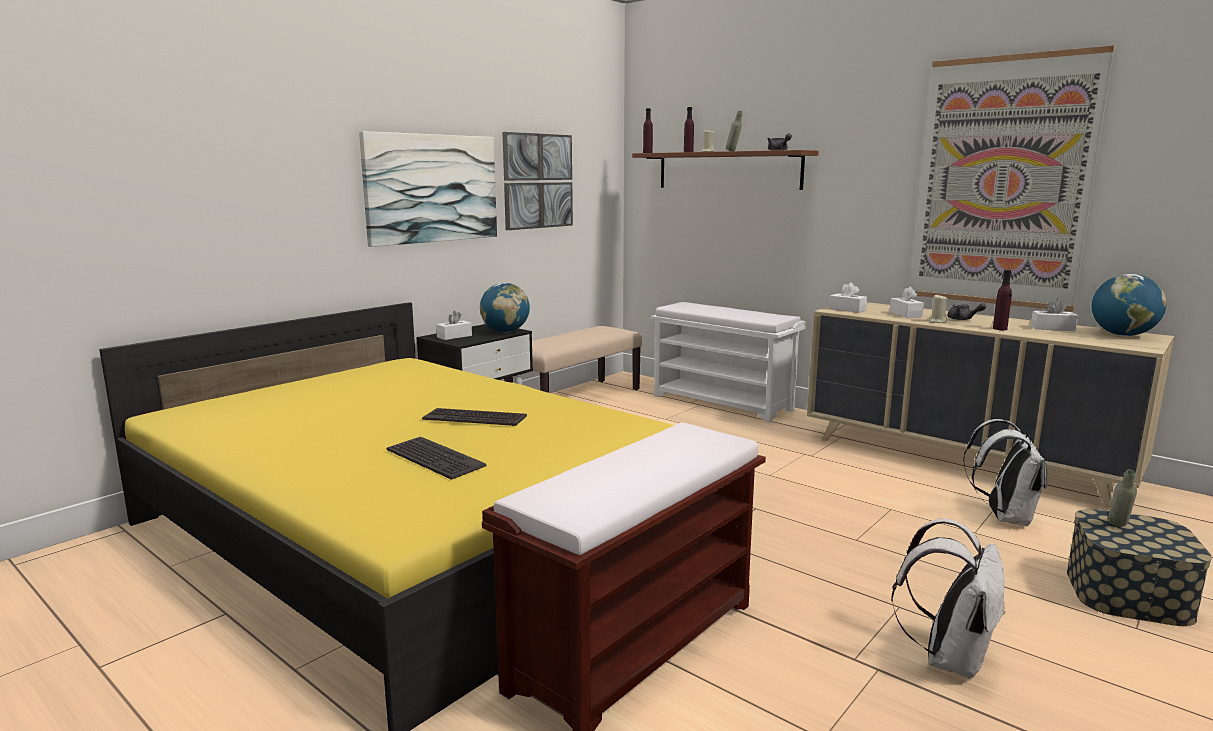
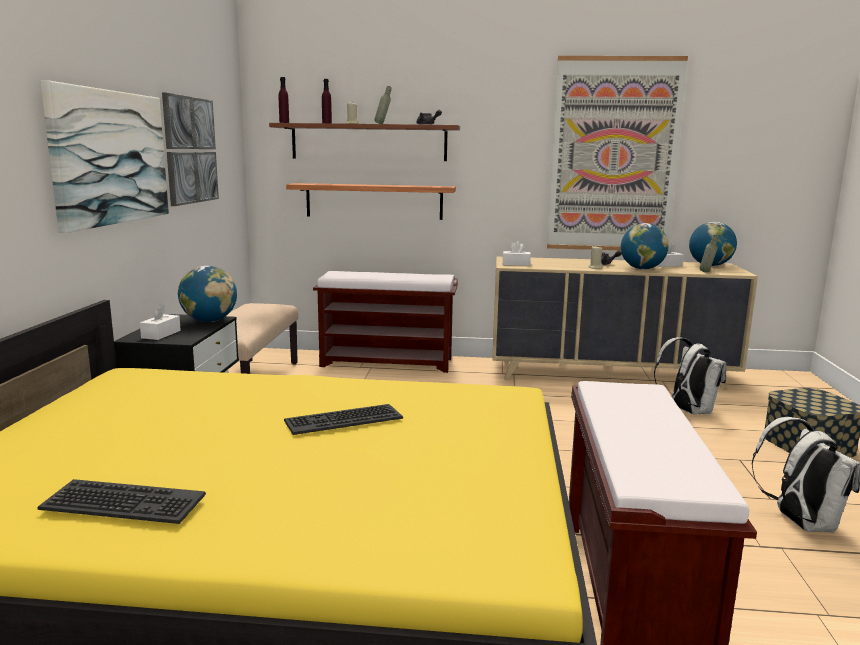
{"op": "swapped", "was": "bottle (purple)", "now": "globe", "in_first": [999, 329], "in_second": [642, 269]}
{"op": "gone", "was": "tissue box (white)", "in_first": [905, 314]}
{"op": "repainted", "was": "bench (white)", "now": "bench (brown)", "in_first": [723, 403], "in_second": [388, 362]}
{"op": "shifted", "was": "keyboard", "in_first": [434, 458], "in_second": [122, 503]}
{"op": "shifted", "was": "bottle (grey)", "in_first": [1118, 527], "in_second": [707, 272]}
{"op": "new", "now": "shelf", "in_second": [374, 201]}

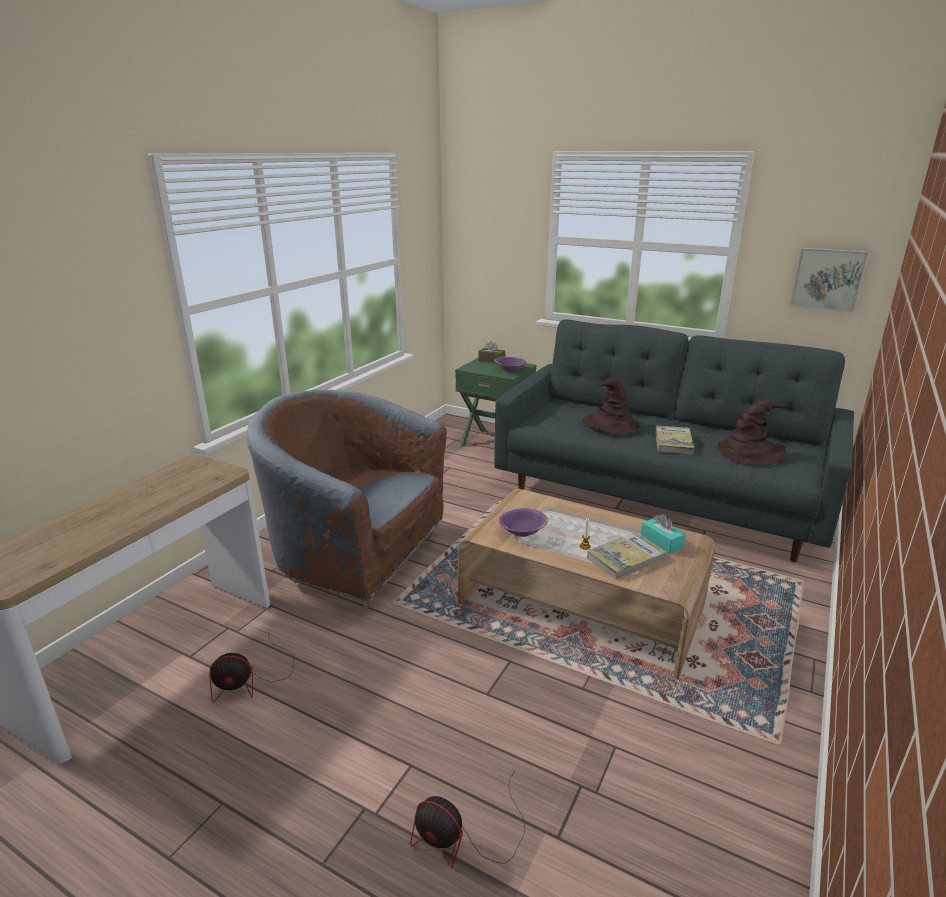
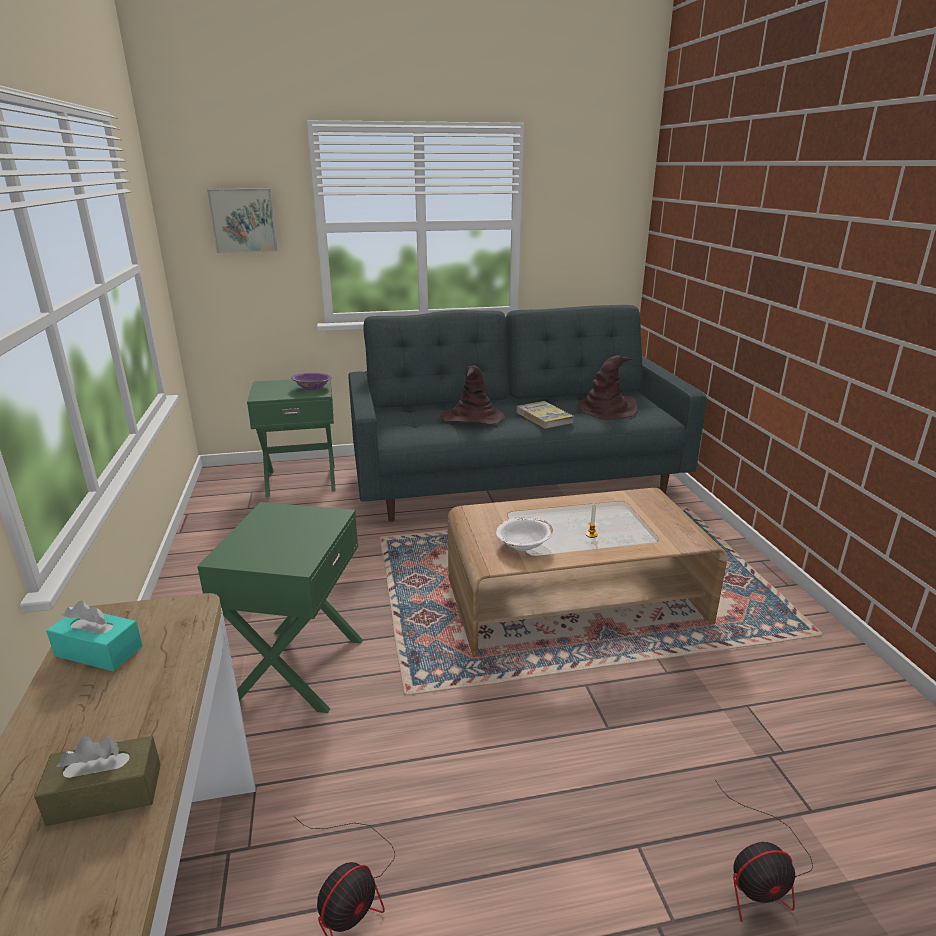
{"op": "shifted", "was": "picture", "in_first": [827, 279], "in_second": [243, 220]}
{"op": "shifted", "was": "tissue box (brown)", "in_first": [491, 360], "in_second": [106, 794]}
{"op": "swapped", "was": "armchair (brown)", "now": "side table (green)", "in_first": [356, 558], "in_second": [298, 668]}
{"op": "repainted", "was": "bowl (purple)", "now": "bowl (white)", "in_first": [522, 532], "in_second": [523, 545]}
{"op": "shifted", "was": "tissue box (turquoise)", "in_first": [661, 542], "in_second": [99, 651]}
{"op": "gone", "was": "book", "in_first": [626, 558]}

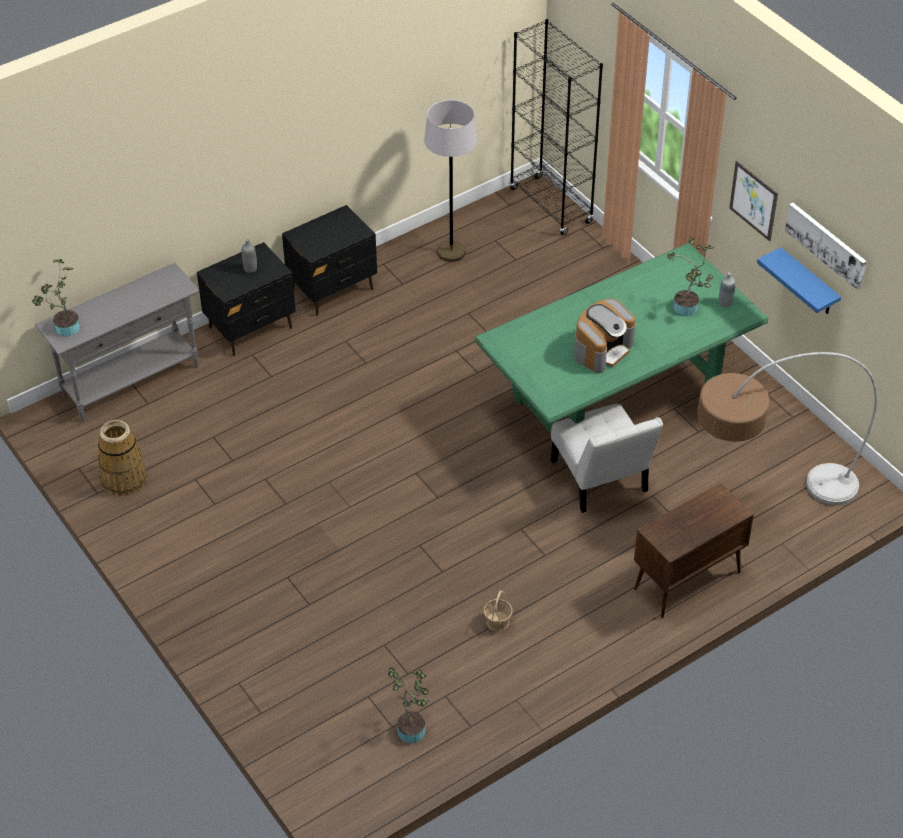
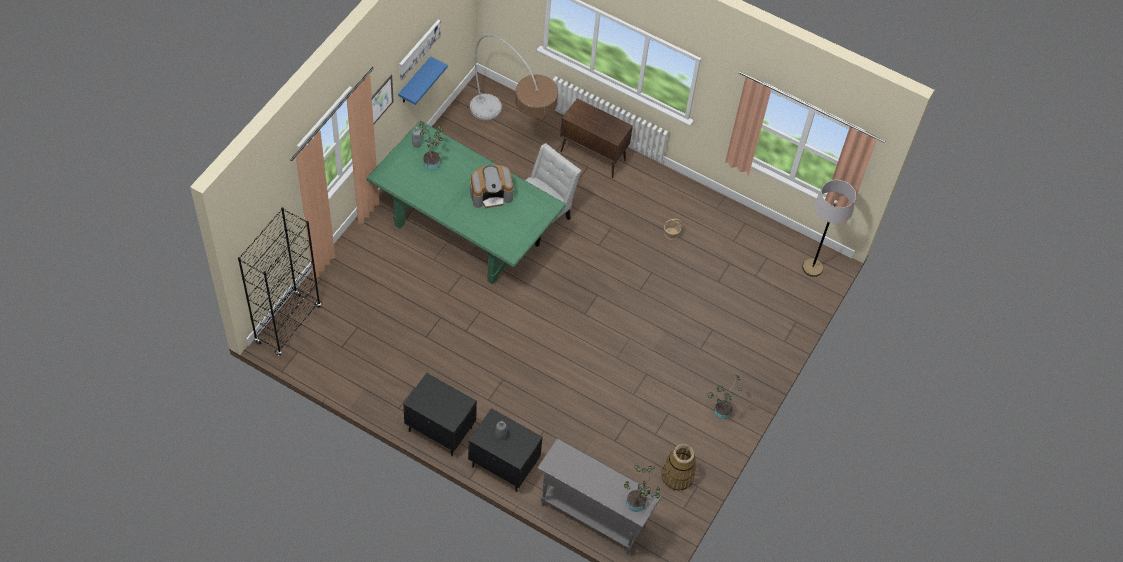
{"op": "shifted", "was": "floor lamp (grey)", "in_first": [451, 252], "in_second": [812, 268]}
{"op": "rotated", "was": "coffee machine", "in_first": [602, 349], "in_second": [491, 194], "clockwise": 150}
{"op": "shifted", "was": "potted plant", "in_first": [412, 728], "in_second": [720, 411]}

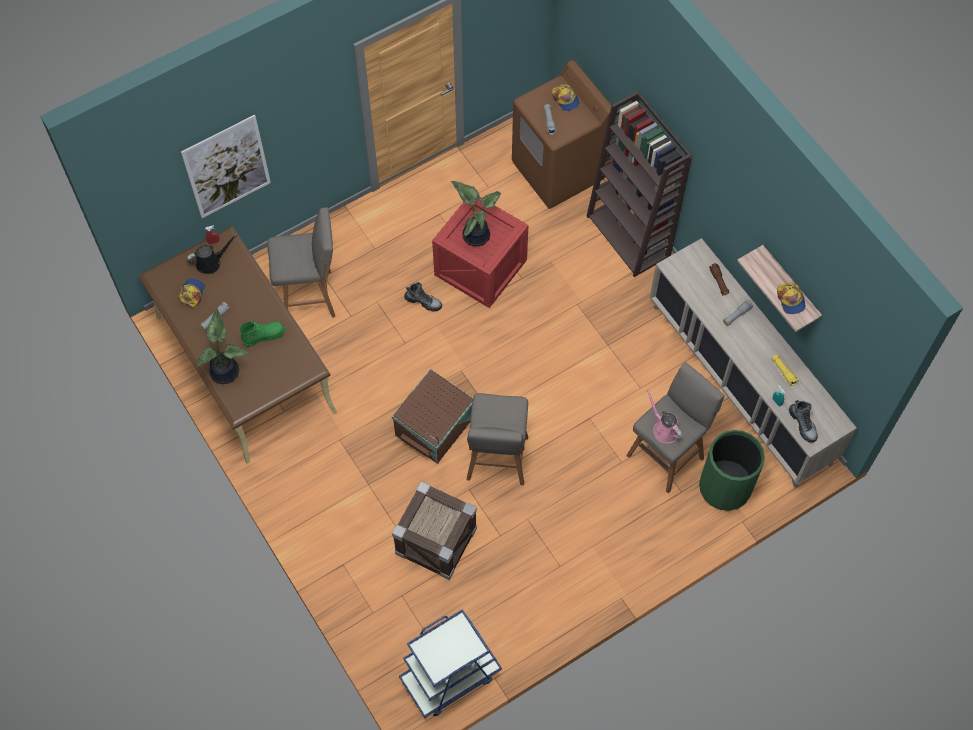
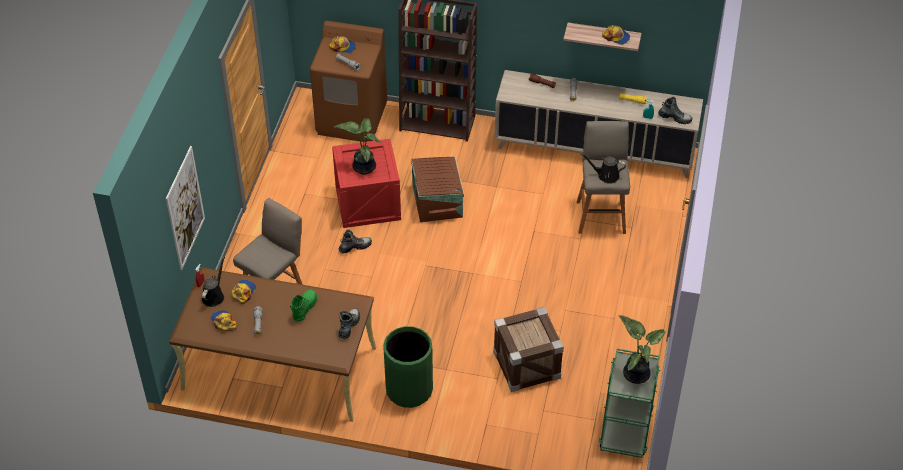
{"op": "shifted", "was": "potted plant", "in_first": [226, 371], "in_second": [636, 373]}
{"op": "shifted", "was": "storage box (brown)", "in_first": [436, 426], "in_second": [438, 201]}
{"op": "repainted", "was": "watering can (pink)", "now": "watering can (black)", "in_first": [664, 429], "in_second": [606, 175]}
{"op": "gone", "was": "stool (grey)", "in_first": [497, 461]}
{"op": "shifted", "was": "trash can (green)", "in_first": [724, 487], "in_second": [409, 389]}
{"op": "repainted", "was": "cart (blue)", "now": "cart (green)", "in_first": [450, 676], "in_second": [626, 427]}
{"op": "new", "now": "cap", "in_second": [243, 292]}
{"op": "new", "now": "boot", "in_second": [349, 326]}

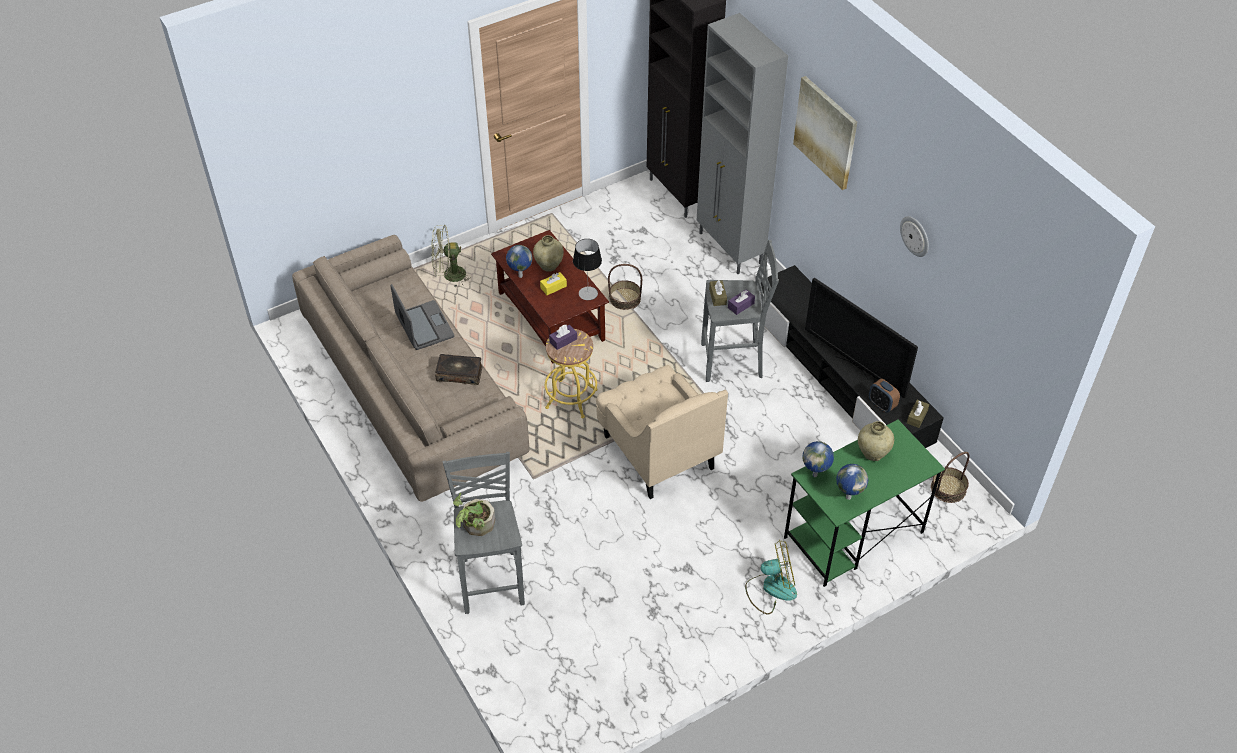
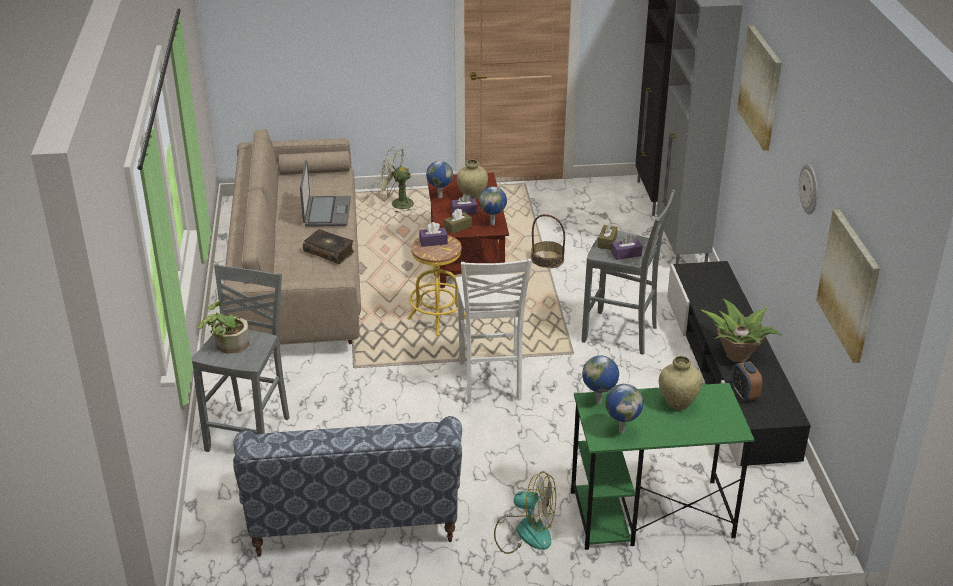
{"op": "swapped", "was": "table lamp", "now": "globe", "in_first": [588, 293], "in_second": [493, 223]}
{"op": "repainted", "was": "tissue box (yellow)", "now": "tissue box (purple)", "in_first": [553, 287], "in_second": [464, 211]}
{"op": "swapped", "was": "television", "now": "potted plant", "in_first": [855, 365], "in_second": [737, 354]}
{"op": "swapped", "was": "armchair (beige)", "now": "stool (white)", "in_first": [657, 451], "in_second": [491, 382]}
{"op": "shifted", "was": "tissue box (brown)", "in_first": [917, 417], "in_second": [458, 227]}
{"op": "gone", "was": "basket", "in_first": [948, 488]}
{"op": "new", "now": "picture", "in_second": [849, 285]}
{"op": "new", "now": "sofa", "in_second": [354, 518]}

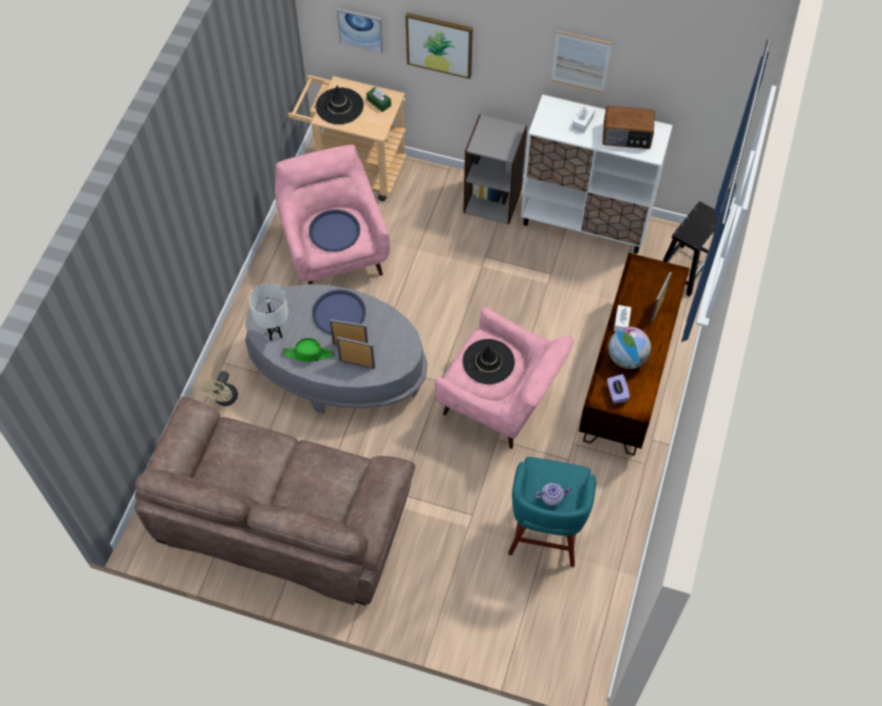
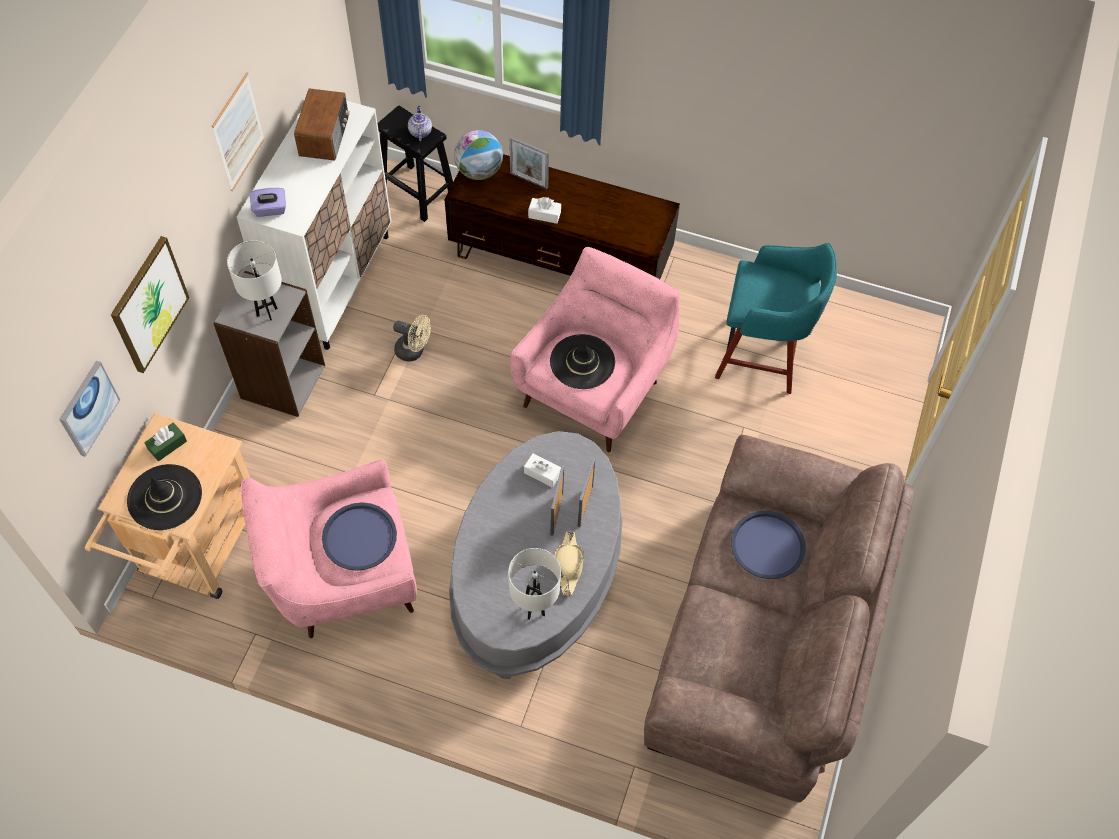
{"op": "shifted", "was": "tissue box (white)", "in_first": [583, 122], "in_second": [542, 473]}
{"op": "shifted", "was": "tray (blue)", "in_first": [339, 313], "in_second": [767, 545]}
{"op": "shifted", "was": "globe", "in_first": [626, 358], "in_second": [479, 171]}
{"op": "repainted", "was": "hat (green)", "now": "hat (beige)", "in_first": [309, 354], "in_second": [568, 565]}
{"op": "shifted", "was": "fan (beige)", "in_first": [224, 399], "in_second": [414, 351]}
{"op": "shifted", "was": "tissue box (purple)", "in_first": [616, 393], "in_second": [270, 209]}
{"op": "shifted", "was": "teapot", "in_first": [552, 497], "in_second": [420, 132]}
{"op": "new", "now": "table lamp (white)", "in_second": [267, 312]}

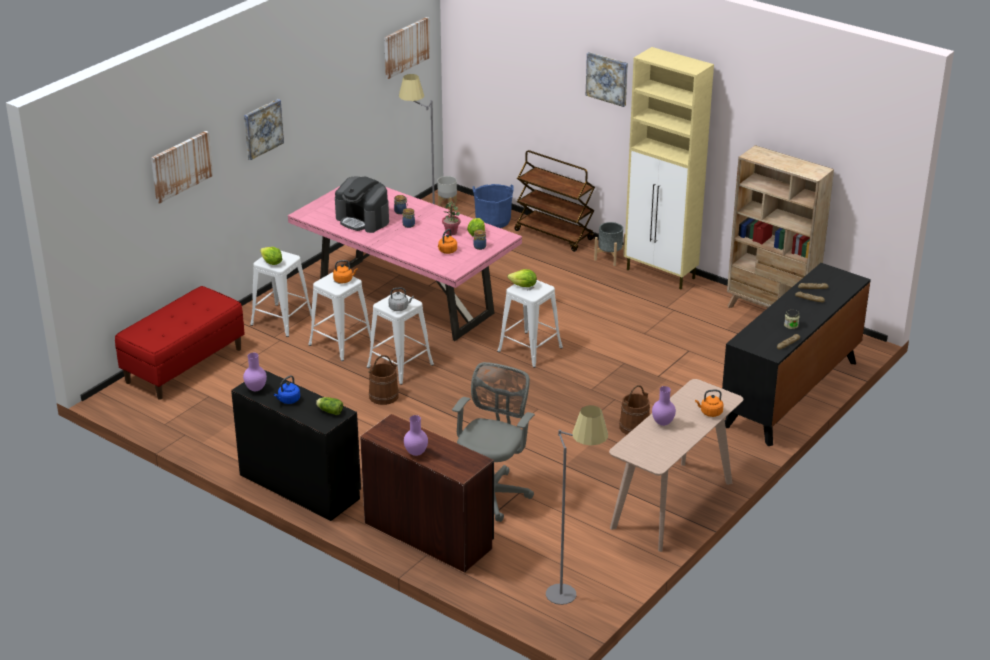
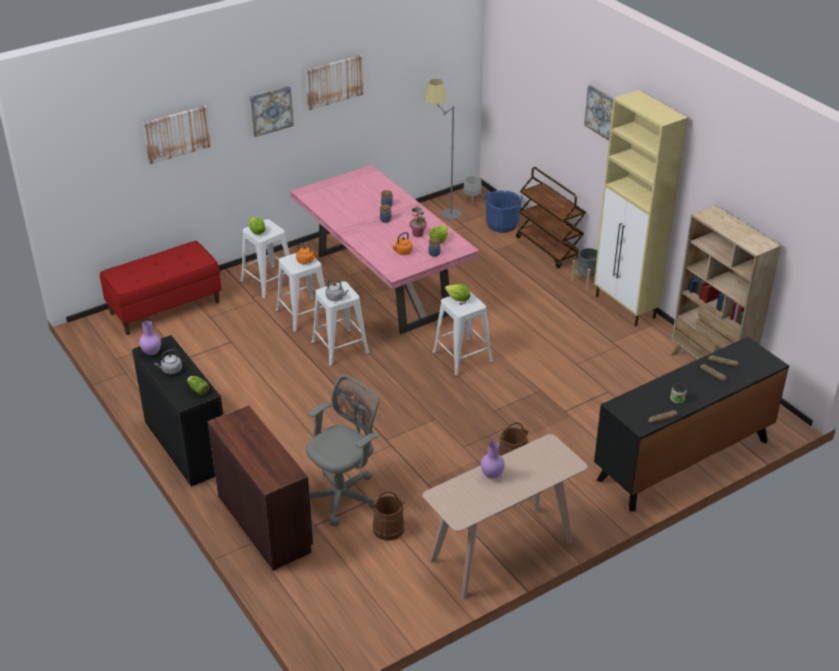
{"op": "shifted", "was": "picture", "in_first": [406, 47], "in_second": [334, 81]}
{"op": "gone", "was": "coffee machine", "in_first": [363, 220]}
{"op": "shifted", "was": "bucket (brown)", "in_first": [383, 396], "in_second": [388, 529]}
{"op": "repainted", "was": "kettle (blue)", "now": "kettle (grey)", "in_first": [288, 400], "in_second": [171, 370]}
{"op": "gone", "was": "kettle (orange)", "in_first": [710, 413]}
{"op": "gone", "was": "floor lamp (grey)", "in_first": [573, 589]}
{"op": "gone", "was": "vase (purple)", "in_first": [416, 453]}

